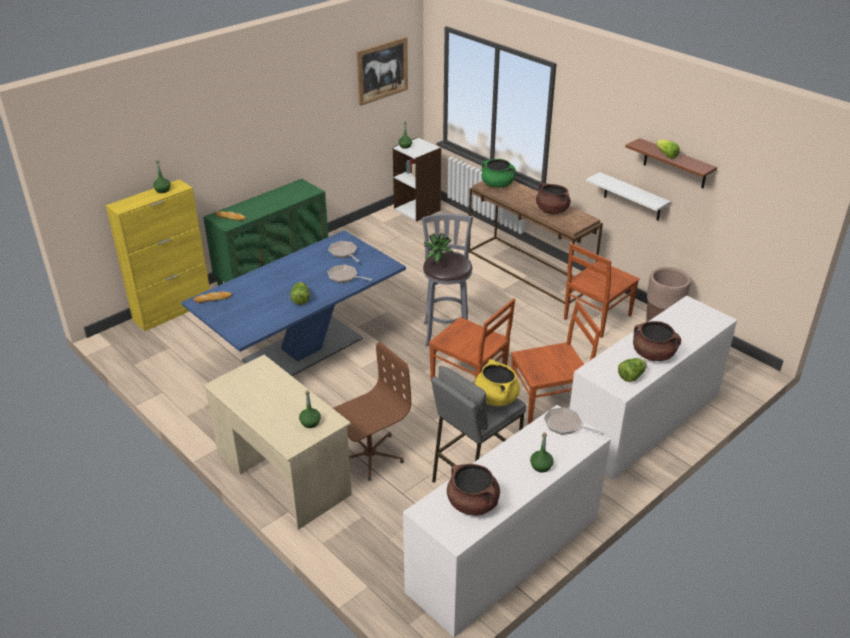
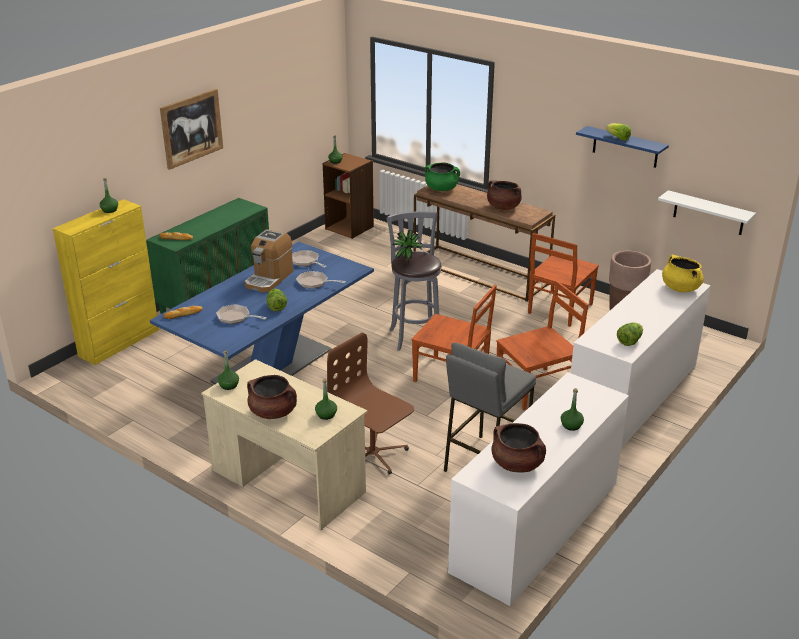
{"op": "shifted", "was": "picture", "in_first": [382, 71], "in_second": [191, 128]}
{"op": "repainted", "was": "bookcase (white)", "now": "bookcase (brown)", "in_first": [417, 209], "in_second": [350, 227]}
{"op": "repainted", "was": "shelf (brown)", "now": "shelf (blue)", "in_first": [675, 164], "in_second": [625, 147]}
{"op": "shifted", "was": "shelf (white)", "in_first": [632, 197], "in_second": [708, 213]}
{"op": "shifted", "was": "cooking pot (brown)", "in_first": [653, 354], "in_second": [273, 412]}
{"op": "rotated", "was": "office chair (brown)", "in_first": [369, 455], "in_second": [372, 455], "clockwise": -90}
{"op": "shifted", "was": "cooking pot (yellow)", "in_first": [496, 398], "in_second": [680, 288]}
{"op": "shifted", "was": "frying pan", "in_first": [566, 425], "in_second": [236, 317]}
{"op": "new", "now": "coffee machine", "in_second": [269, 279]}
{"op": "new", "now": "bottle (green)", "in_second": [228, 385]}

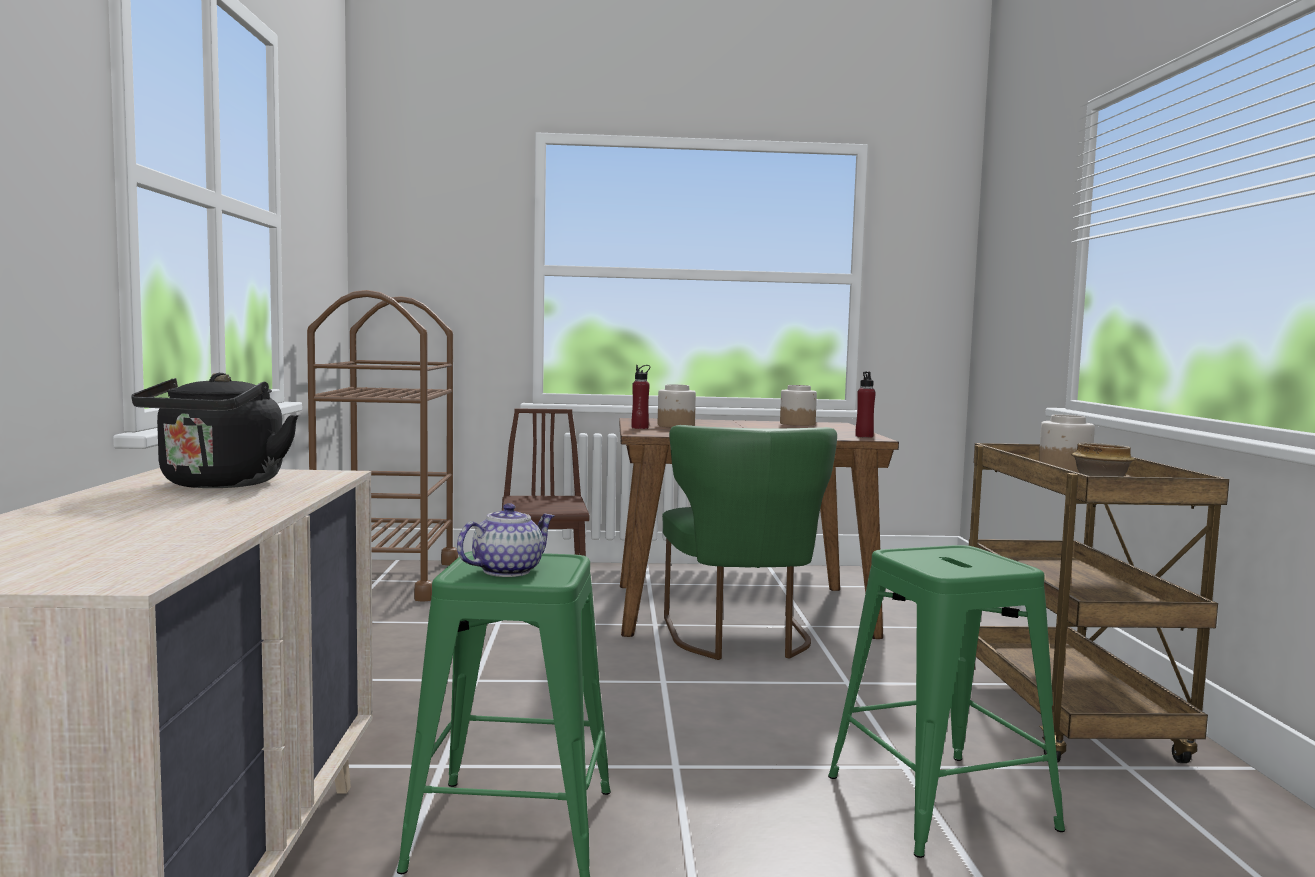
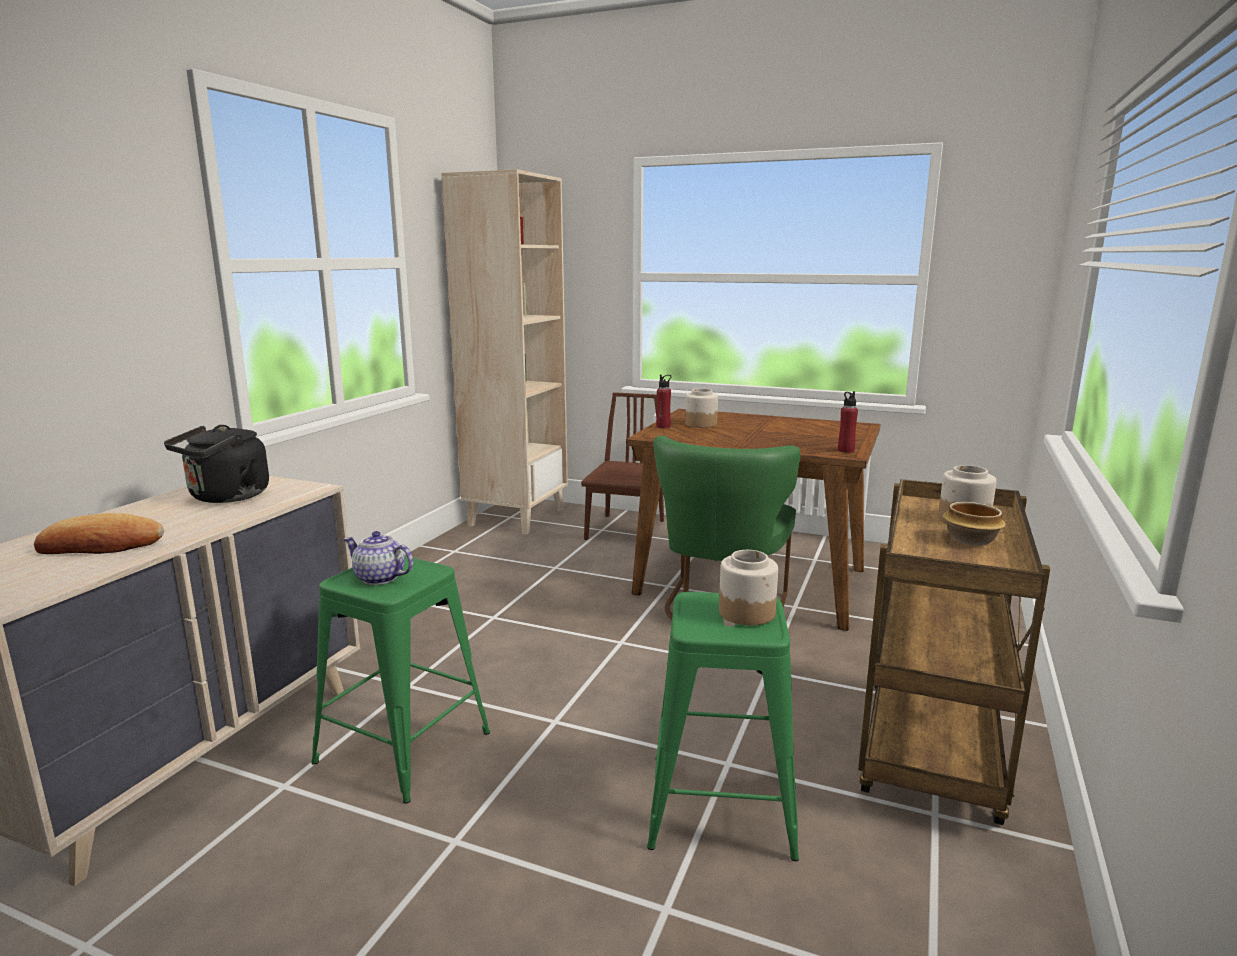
{"op": "swapped", "was": "cart (brown)", "now": "bookcase (beige)", "in_first": [386, 580], "in_second": [516, 517]}
{"op": "shifted", "was": "jar", "in_first": [797, 424], "in_second": [747, 612]}
{"op": "rotated", "was": "teapot", "in_first": [507, 571], "in_second": [379, 578], "clockwise": -135}
{"op": "new", "now": "bread", "in_second": [101, 546]}

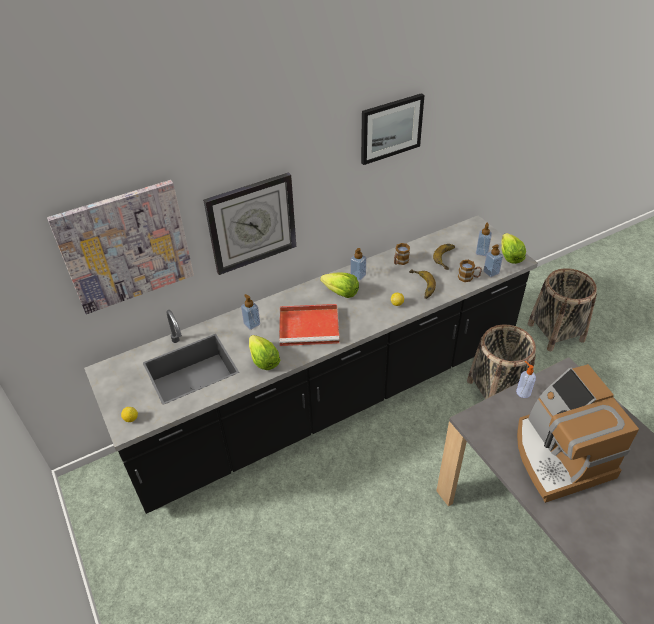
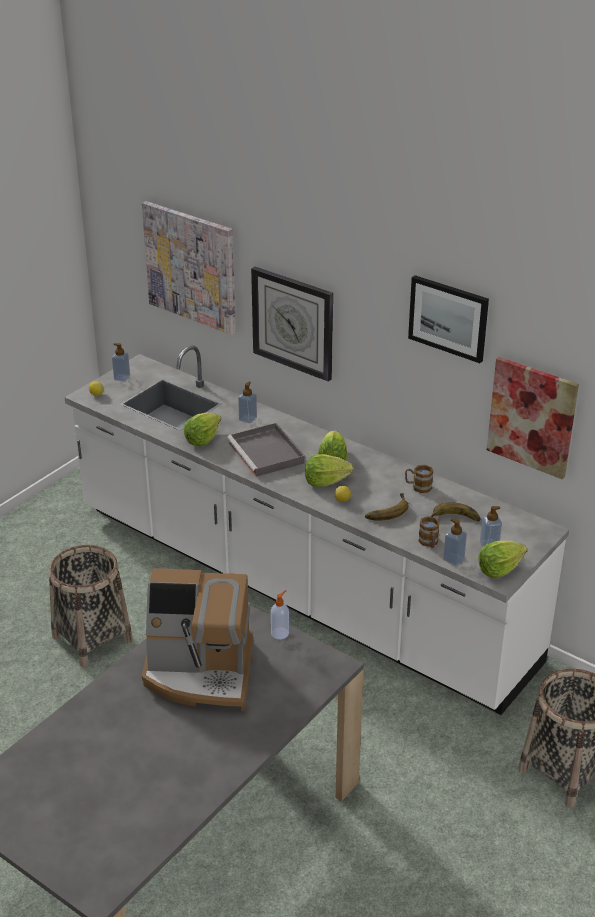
{"op": "repainted", "was": "counter (black)", "now": "counter (white)", "in_first": [329, 399], "in_second": [297, 586]}
{"op": "shifted", "was": "soap dispenser", "in_first": [358, 276], "in_second": [122, 378]}
{"op": "repainted", "was": "tray (red)", "now": "tray (grey)", "in_first": [310, 326], "in_second": [267, 453]}
{"op": "shifted", "was": "basket", "in_first": [496, 391], "in_second": [92, 638]}
{"op": "rotated", "was": "coffee machine", "in_first": [559, 455], "in_second": [200, 673], "clockwise": -135}
{"op": "new", "now": "picture", "in_second": [532, 417]}
{"op": "new", "now": "lettuce", "in_second": [325, 481]}

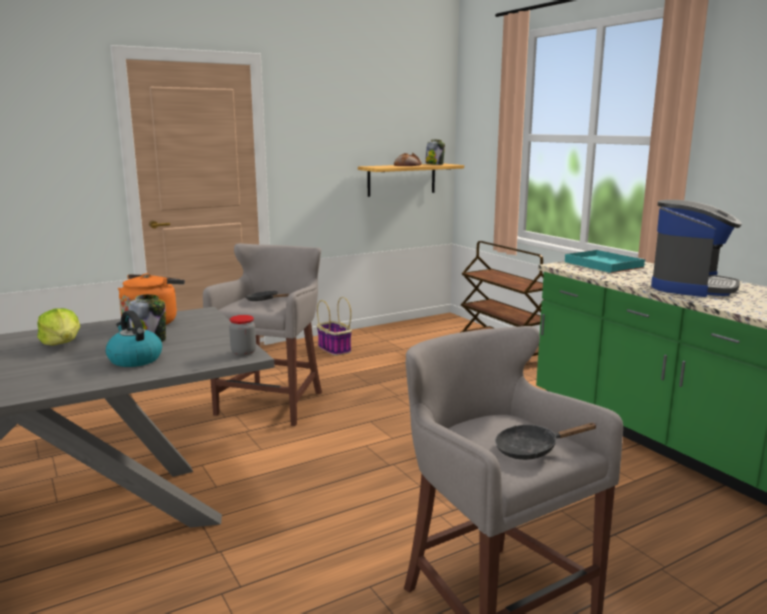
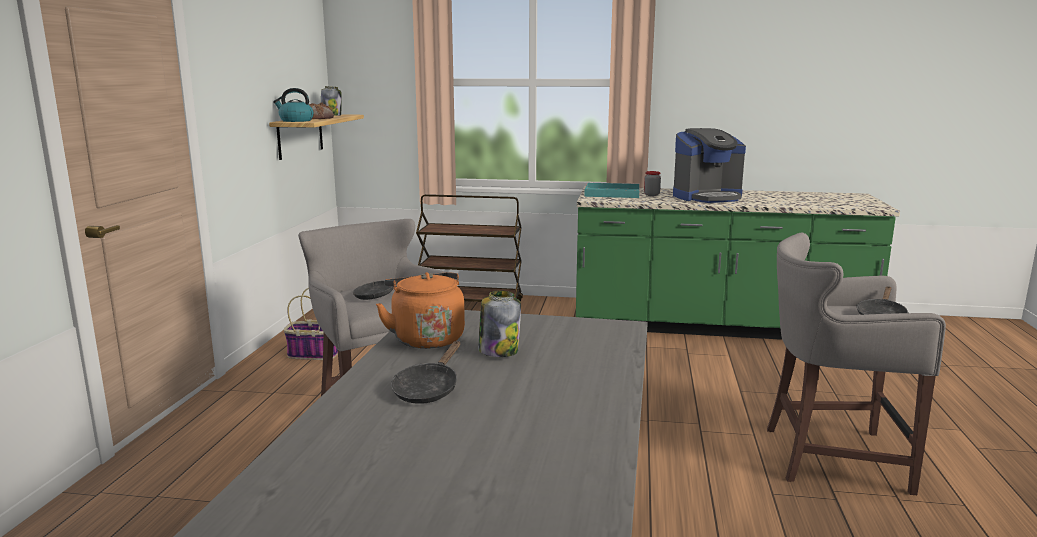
{"op": "rotated", "was": "coffee machine", "in_first": [691, 286], "in_second": [707, 197], "clockwise": 90}
{"op": "swapped", "was": "lettuce", "now": "frying pan (black)", "in_first": [62, 343], "in_second": [428, 389]}
{"op": "shifted", "was": "kettle", "in_first": [134, 359], "in_second": [295, 121]}
{"op": "shifted", "was": "jar", "in_first": [243, 352], "in_second": [651, 195]}

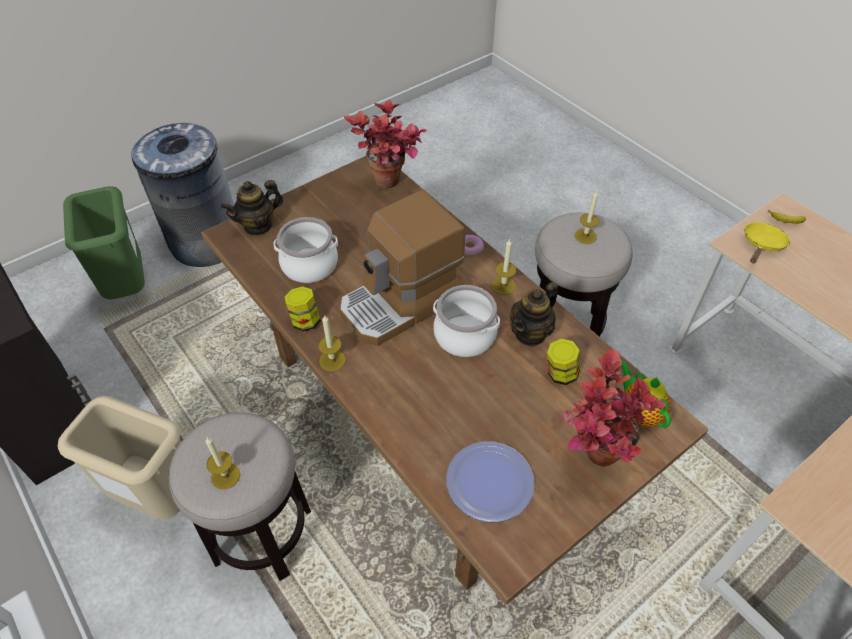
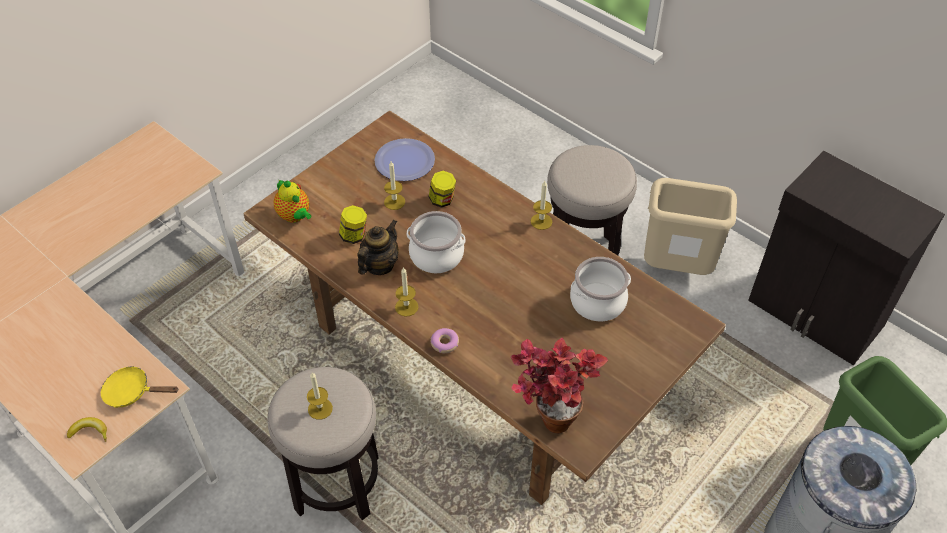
{"op": "gone", "was": "teapot", "in_first": [258, 226]}
{"op": "gone", "was": "coffee machine", "in_first": [401, 304]}
{"op": "rotated", "was": "frying pan (yellow)", "in_first": [761, 245], "in_second": [132, 392], "clockwise": 75}
{"op": "shifted", "was": "jar", "in_first": [305, 321], "in_second": [442, 200]}
{"op": "gone", "was": "potted plant", "in_first": [591, 459]}
{"op": "shifted", "was": "candle", "in_first": [225, 476], "in_second": [394, 202]}

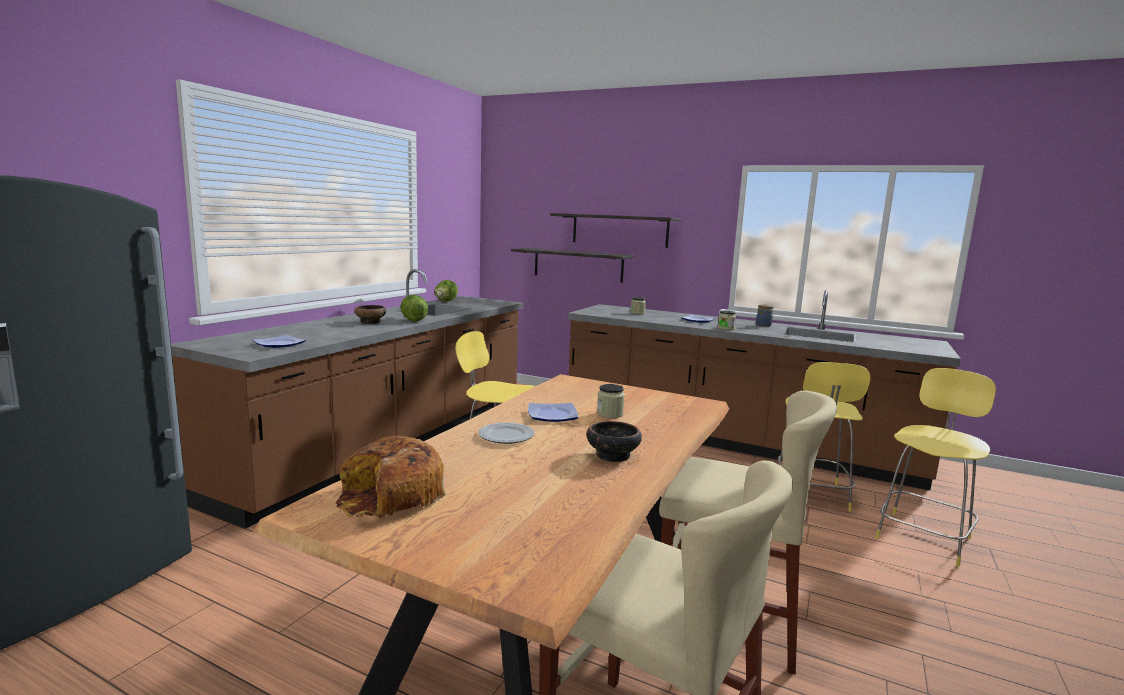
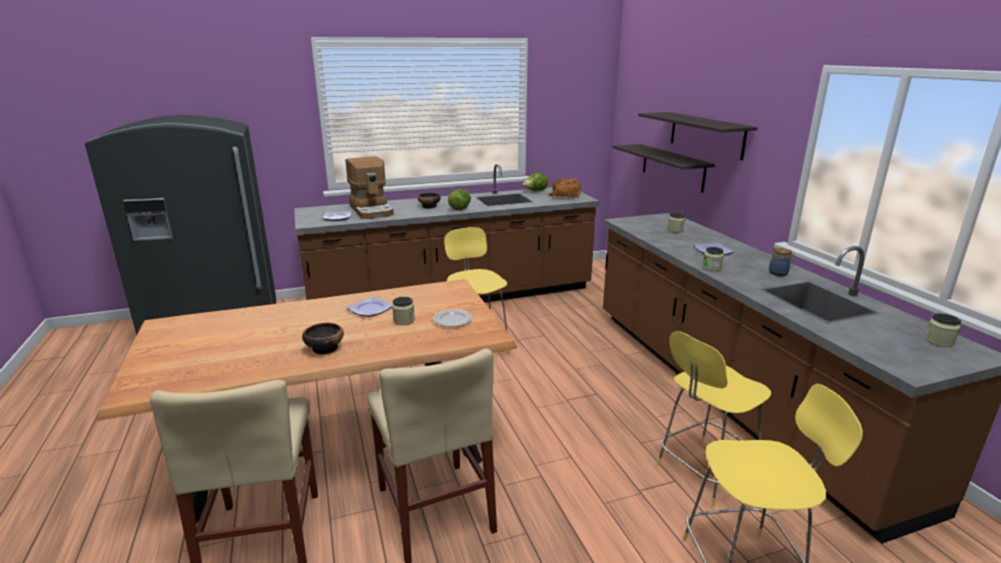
{"op": "shifted", "was": "plate", "in_first": [506, 436], "in_second": [453, 320]}
{"op": "shifted", "was": "bread", "in_first": [390, 497], "in_second": [563, 195]}
{"op": "new", "now": "coffee machine", "in_second": [372, 210]}
{"op": "new", "now": "jar", "in_second": [939, 341]}

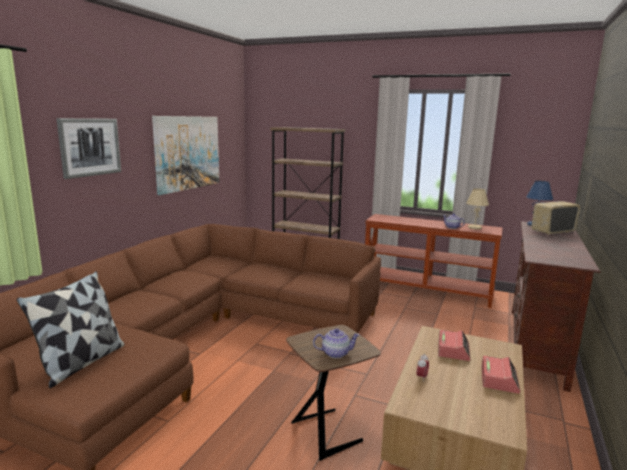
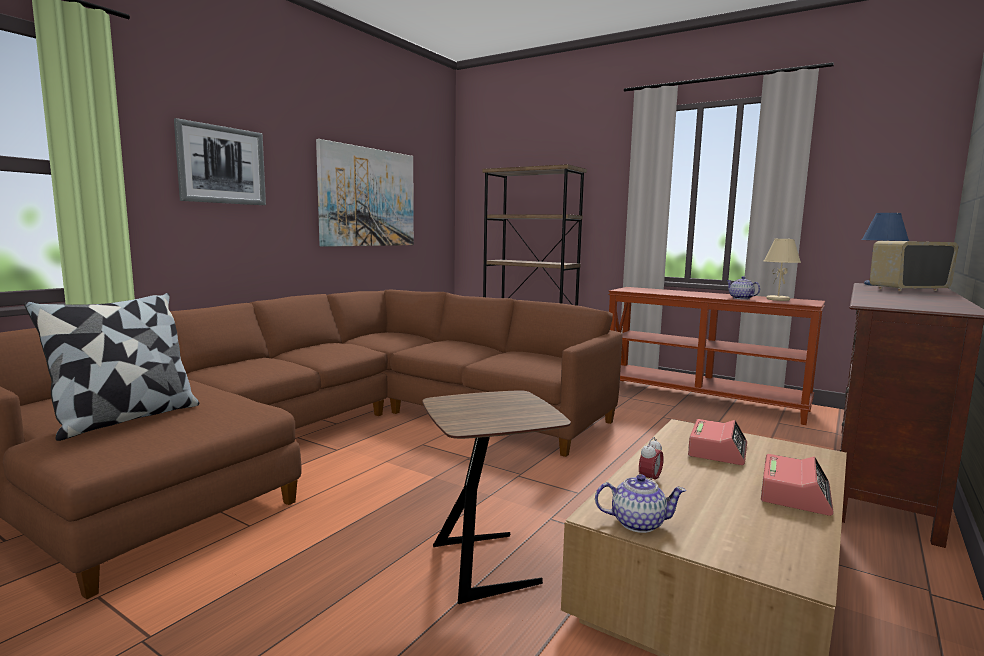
{"op": "shifted", "was": "teapot", "in_first": [335, 353], "in_second": [637, 523]}

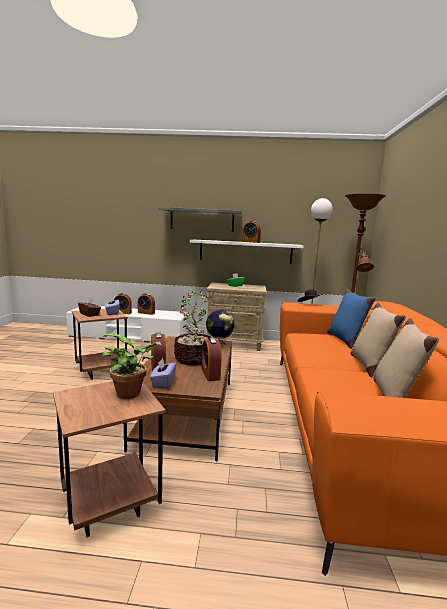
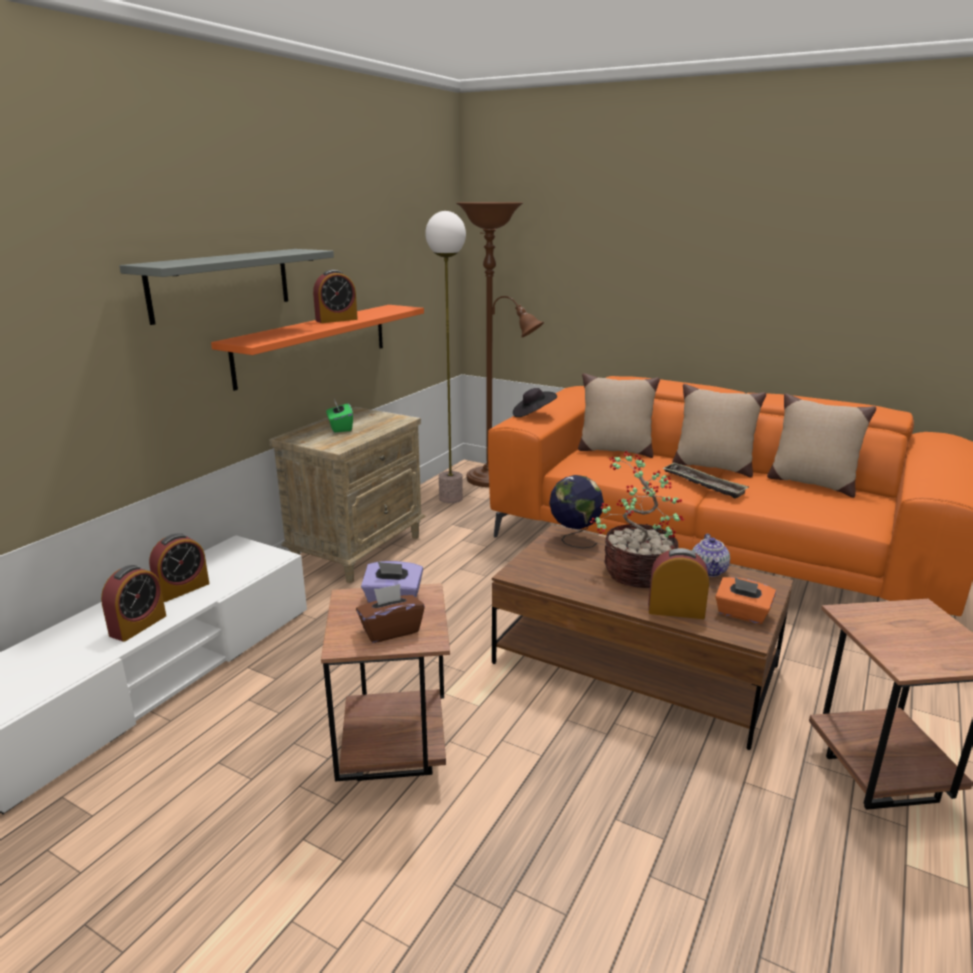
{"op": "repainted", "was": "shelf (white)", "now": "shelf (orange)", "in_first": [245, 251], "in_second": [314, 343]}
{"op": "repainted", "was": "pillow (blue)", "now": "pillow (beige)", "in_first": [345, 340], "in_second": [614, 450]}
{"op": "gone", "was": "potted plant", "in_first": [132, 394]}
{"op": "swapped", "was": "alarm clock", "now": "teapot", "in_first": [210, 374], "in_second": [709, 571]}
{"op": "repainted", "was": "tissue box (purple)", "now": "tissue box (orange)", "in_first": [163, 383], "in_second": [742, 614]}
{"op": "new", "now": "tray", "in_second": [703, 484]}

